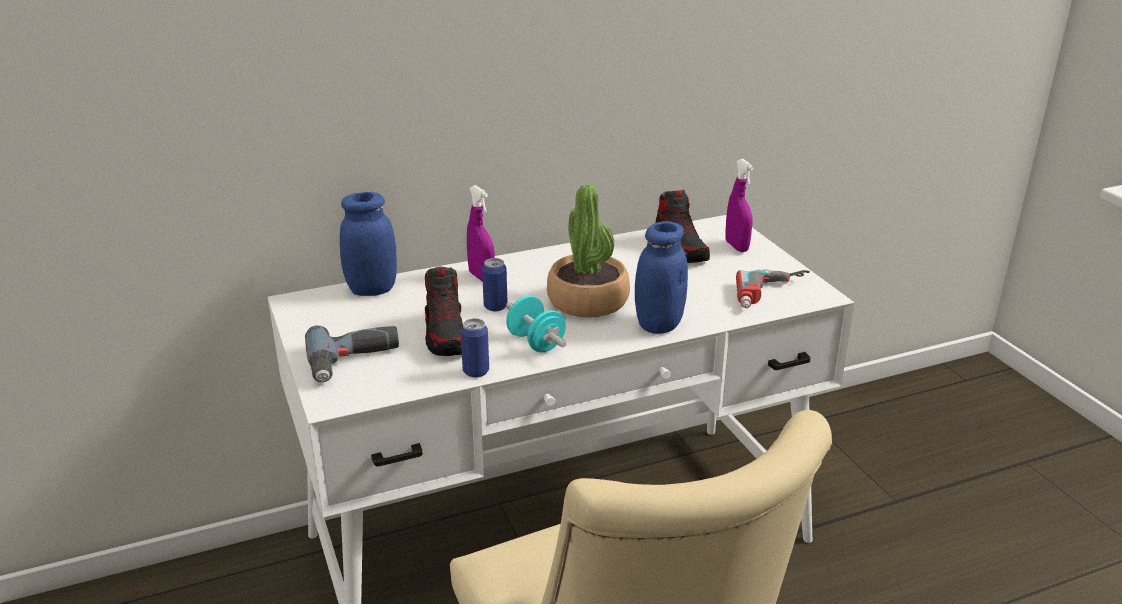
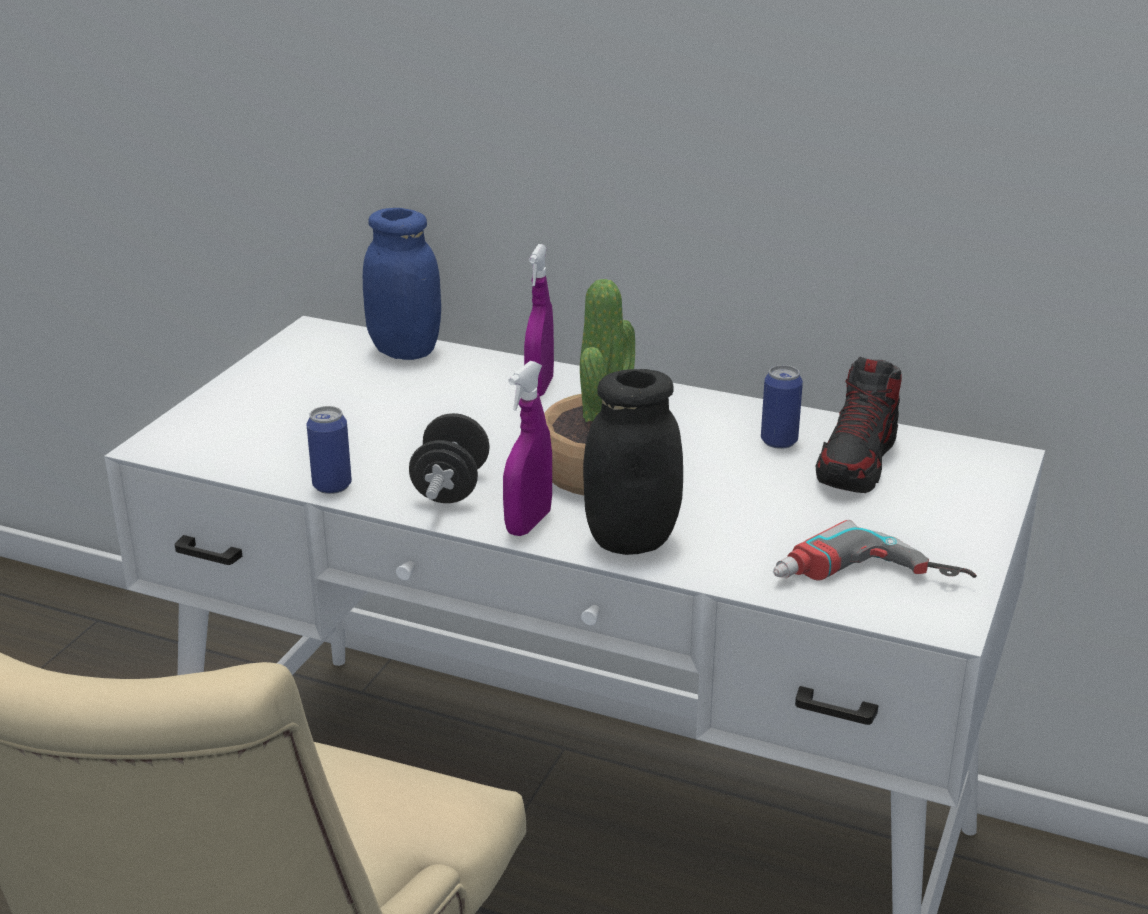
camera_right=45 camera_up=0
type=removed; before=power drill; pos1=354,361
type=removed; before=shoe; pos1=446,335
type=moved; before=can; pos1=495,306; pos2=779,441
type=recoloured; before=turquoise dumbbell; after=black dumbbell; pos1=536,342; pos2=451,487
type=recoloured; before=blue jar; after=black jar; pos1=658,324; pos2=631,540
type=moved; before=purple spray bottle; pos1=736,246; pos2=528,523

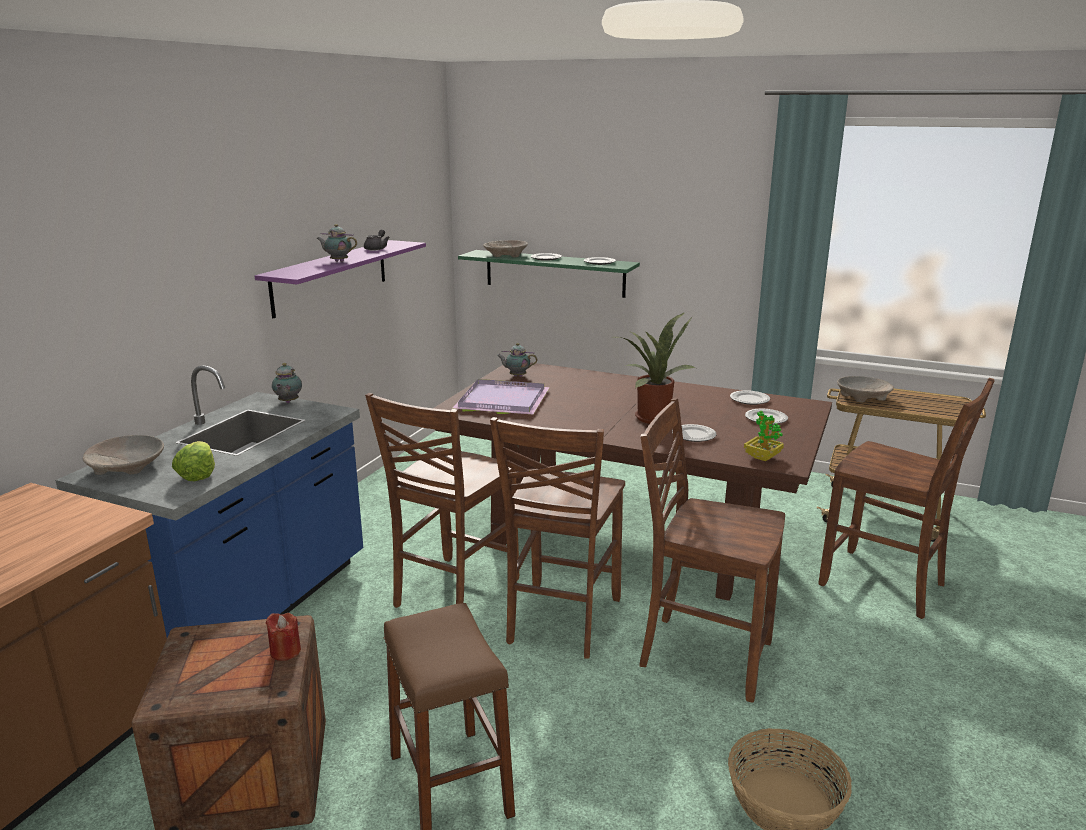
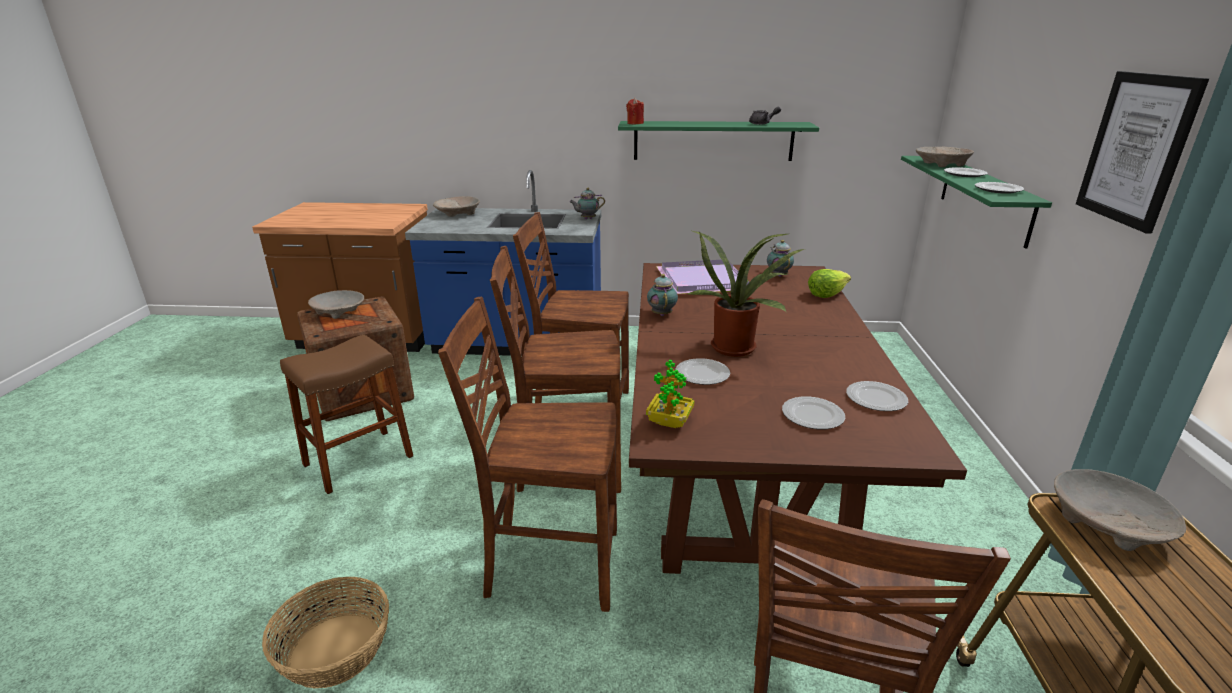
camera_right=70 camera_up=5
type=moved; before=lettuce; pos1=197,474; pos2=826,294
type=recoloured; before=purple shelf; after=green shelf; pos1=331,277; pos2=713,141
type=moved; before=red candle; pos1=285,651; pos2=635,123
type=moved; before=teapot; pos1=338,261; pos2=661,314
type=turned; before=brown chair; pos1=702,654; pos2=550,564; turn=-90
type=added; after=beige bowl; pos2=339,311
type=added; after=picture; pos2=1136,149

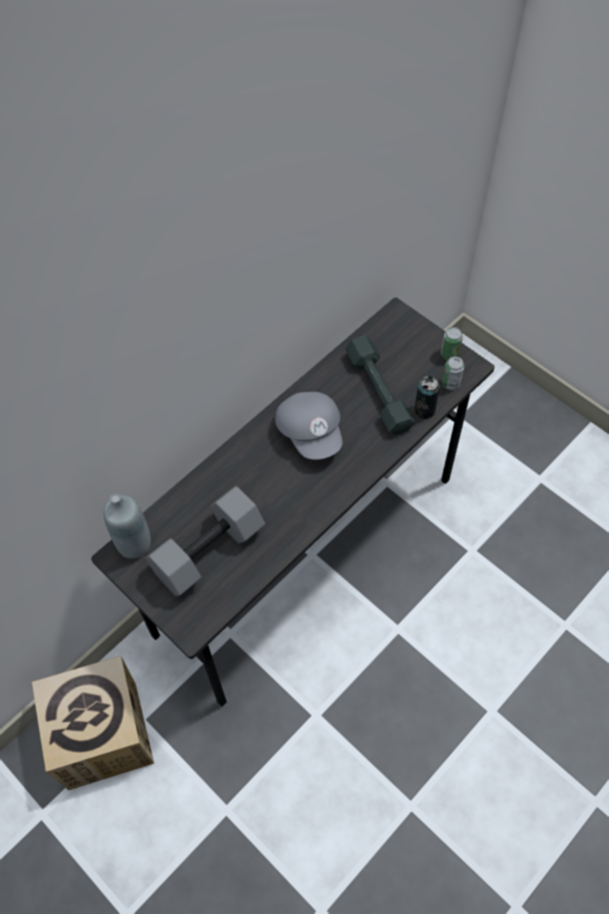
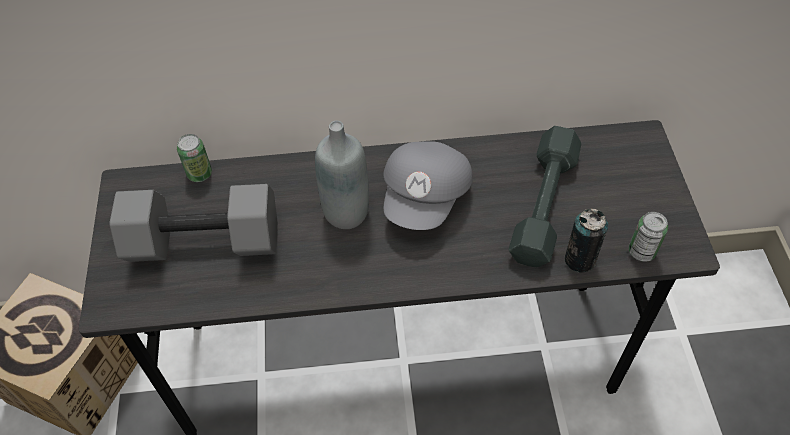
camera_right=40 camera_up=-5
type=moved; before=grey bottle; pos1=134,544; pos2=346,212
type=moved; before=can; pos1=449,354; pos2=199,174

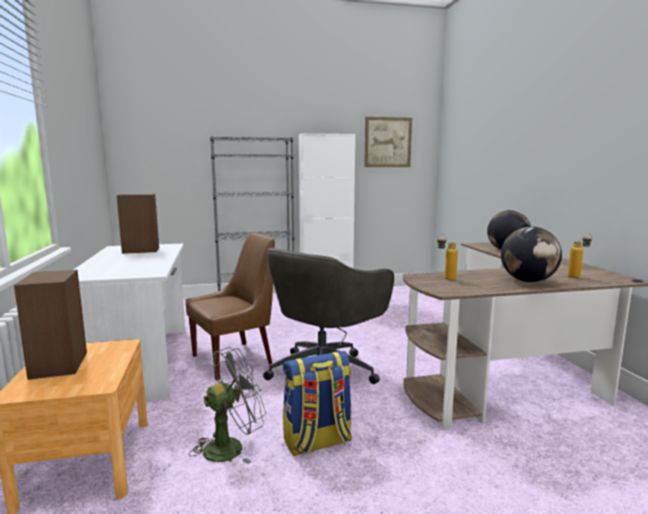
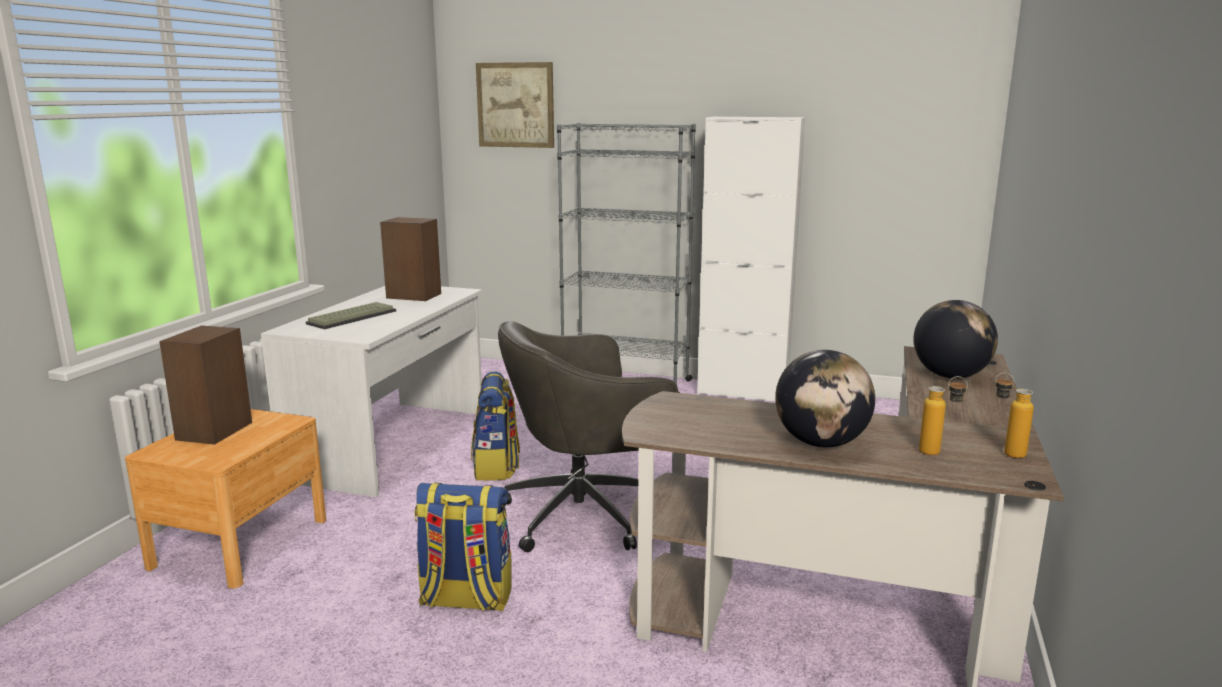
camera_right=30 camera_up=5
type=replaced; before=brown chair; after=backpack; pos1=235,359; pos2=496,467
type=removed; before=grey fan; pos1=231,446
type=moved; before=picture; pos1=387,142; pos2=515,105
type=moved; before=bottle; pos1=445,279; pos2=1005,452
type=added; after=keyboard; pos2=352,317

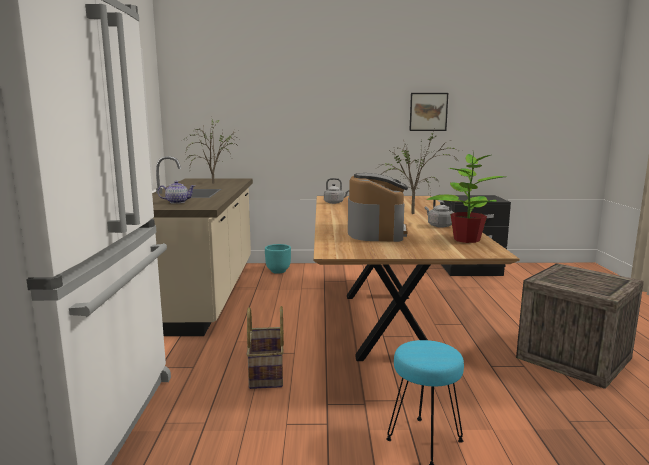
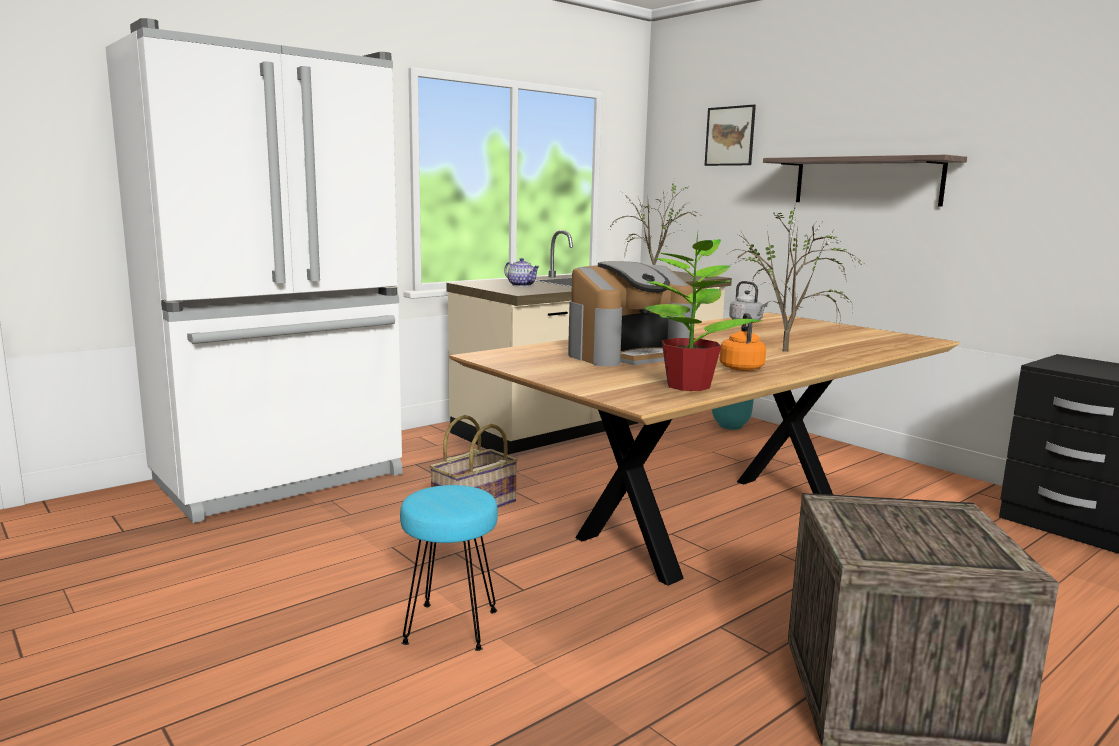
camera_right=50 camera_up=0
type=moved; before=picture; pos1=428,112; pos2=730,136
type=recoloured; before=grey kettle; after=orange kettle; pos1=439,226; pos2=741,368
type=added; after=shelf; pos2=866,181

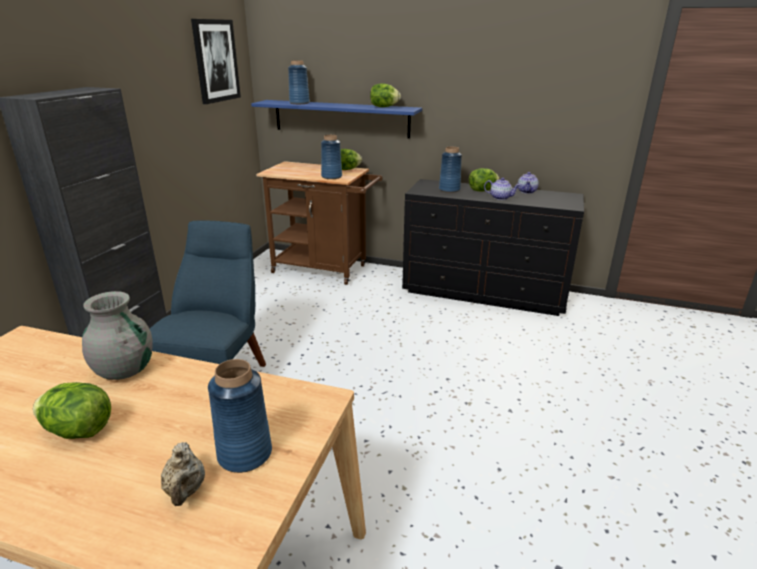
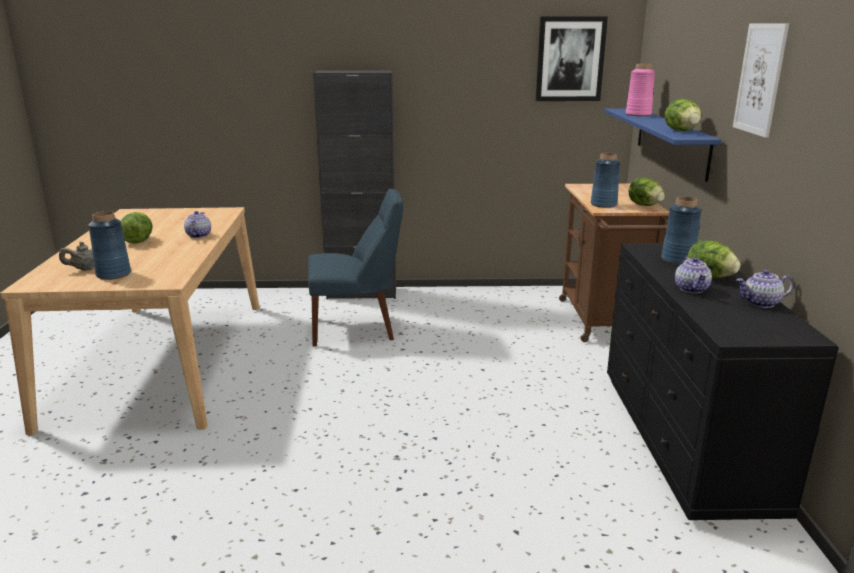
camera_right=70 camera_up=-5
type=replaced; before=grey vase; after=teapot; pos1=124,370; pos2=198,235
type=recoloured; before=blue vase; after=pink vase; pos1=299,103; pos2=638,114
type=added; after=picture; pos2=760,79

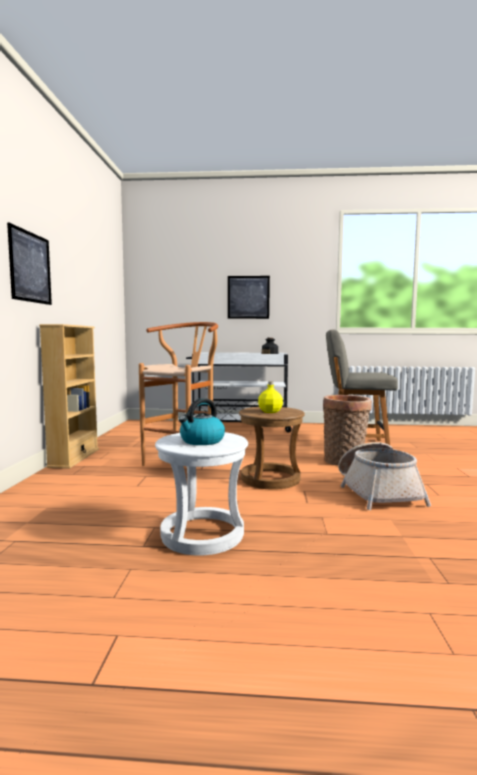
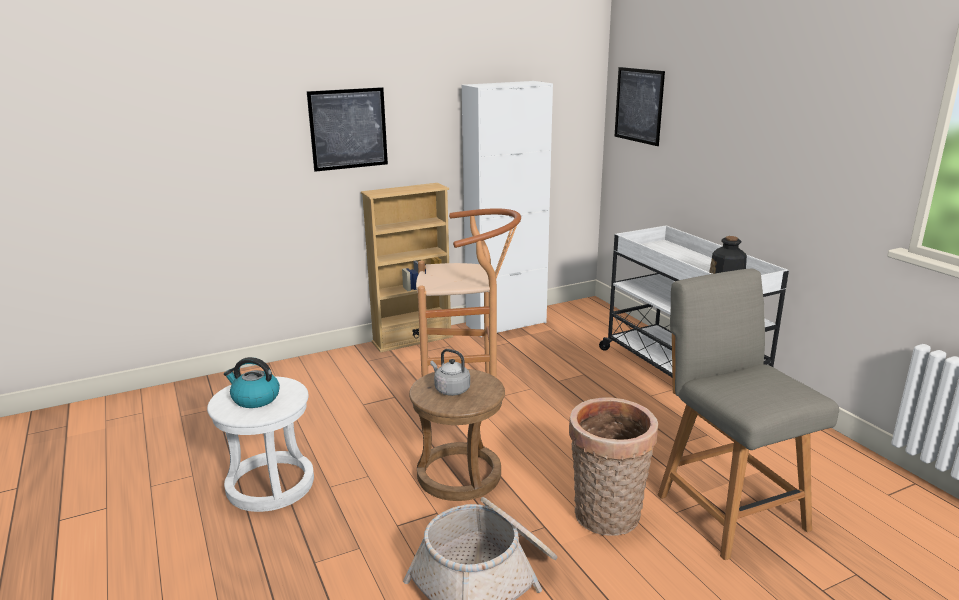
camera_right=60 camera_up=15
type=moved; before=picture; pos1=248,297; pos2=639,105
type=replaced; before=yellow bottle; after=grey kettle; pos1=270,412; pos2=450,389
type=added; after=white cabinet; pos2=506,324

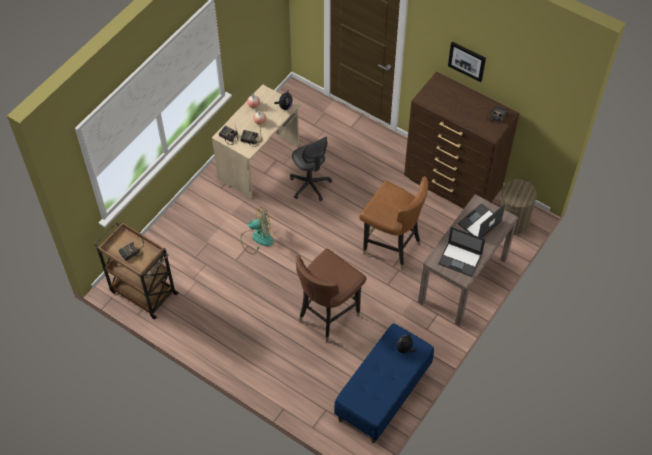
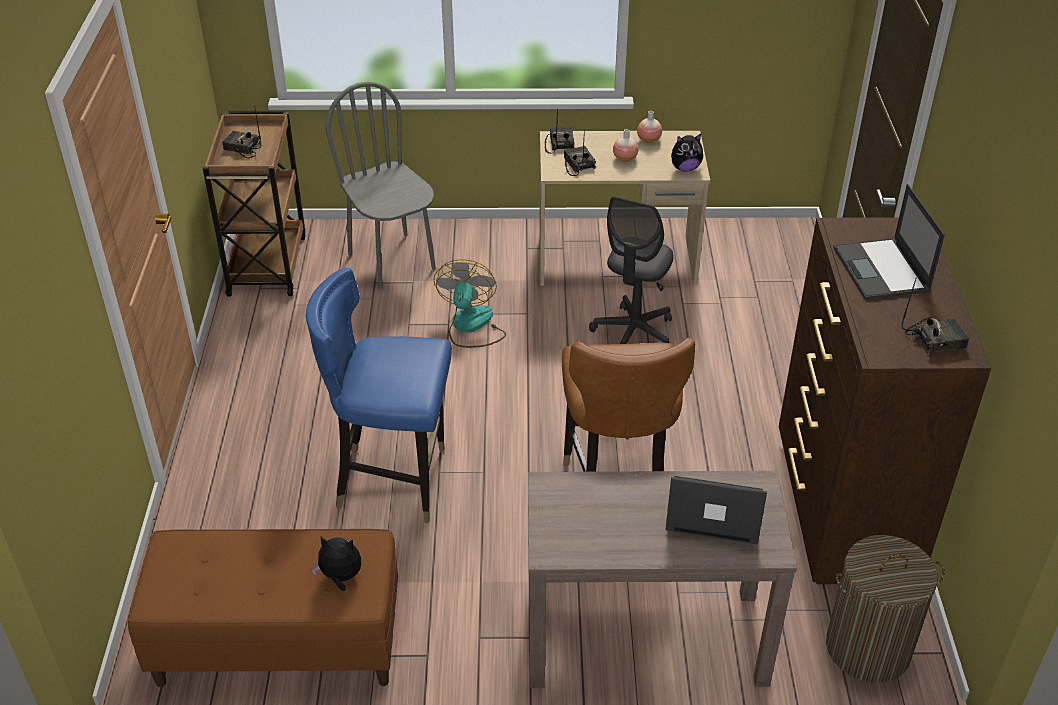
camera_right=55 camera_up=-15
type=turned; before=fan; pos1=257,238; pos2=471,326; turn=-135
type=recoloured; before=brown chair; after=blue chair; pos1=328,315; pos2=394,481
type=recoloured; before=blue bench; after=brown bench; pos1=383,395; pos2=277,645
type=moved; before=laptop; pos1=460,259; pos2=882,270
type=removed; before=picture; pos1=467,61
type=added; after=grey chair; pos2=392,261

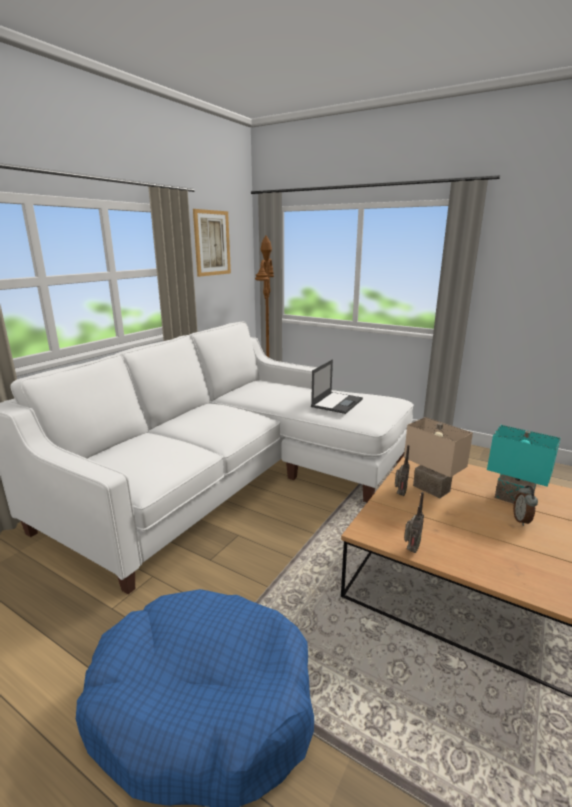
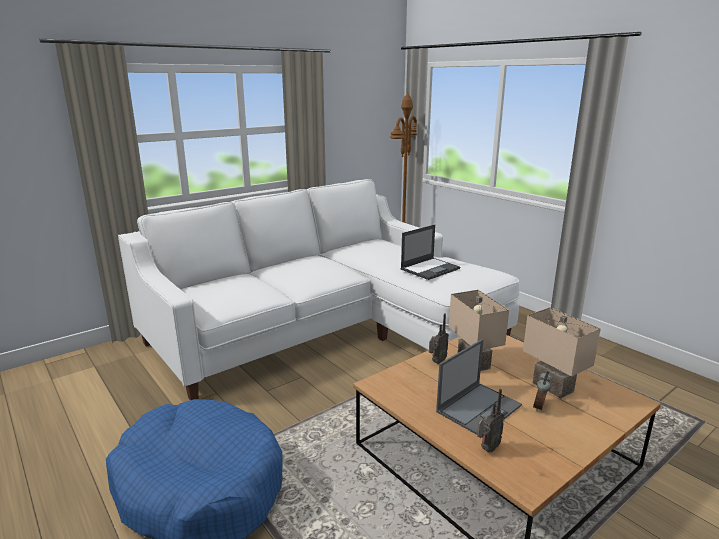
camera_right=20 camera_up=0
type=removed; before=picture; pos1=212,243
type=moved; before=radio; pos1=411,550; pos2=487,448
type=recoloured; before=turquoise table lamp; after=beige table lamp; pos1=512,499; pos2=551,387
type=added; after=laptop; pos2=479,408

